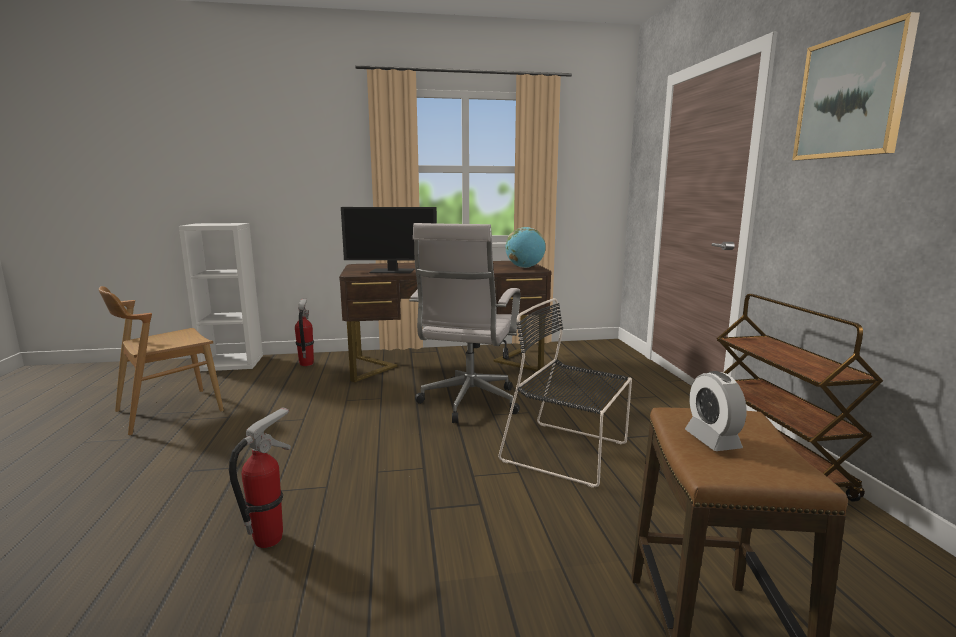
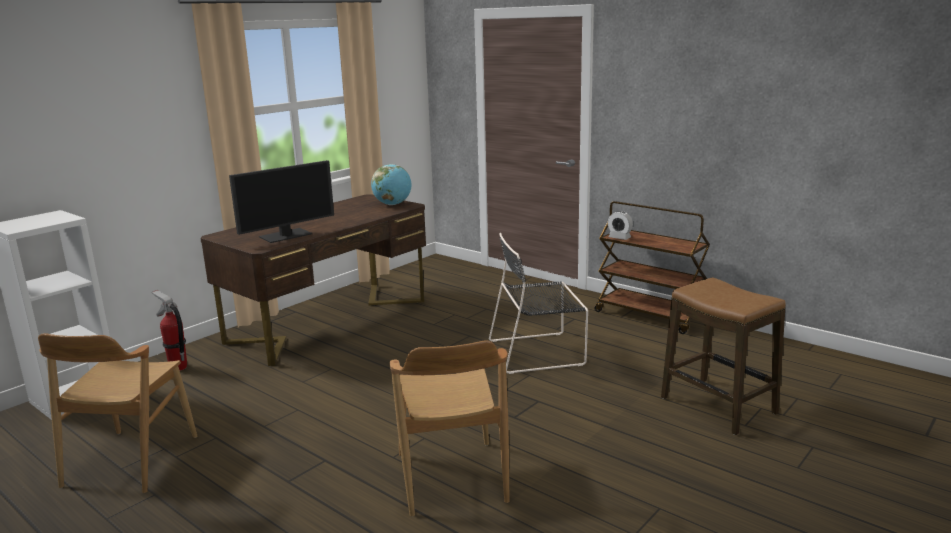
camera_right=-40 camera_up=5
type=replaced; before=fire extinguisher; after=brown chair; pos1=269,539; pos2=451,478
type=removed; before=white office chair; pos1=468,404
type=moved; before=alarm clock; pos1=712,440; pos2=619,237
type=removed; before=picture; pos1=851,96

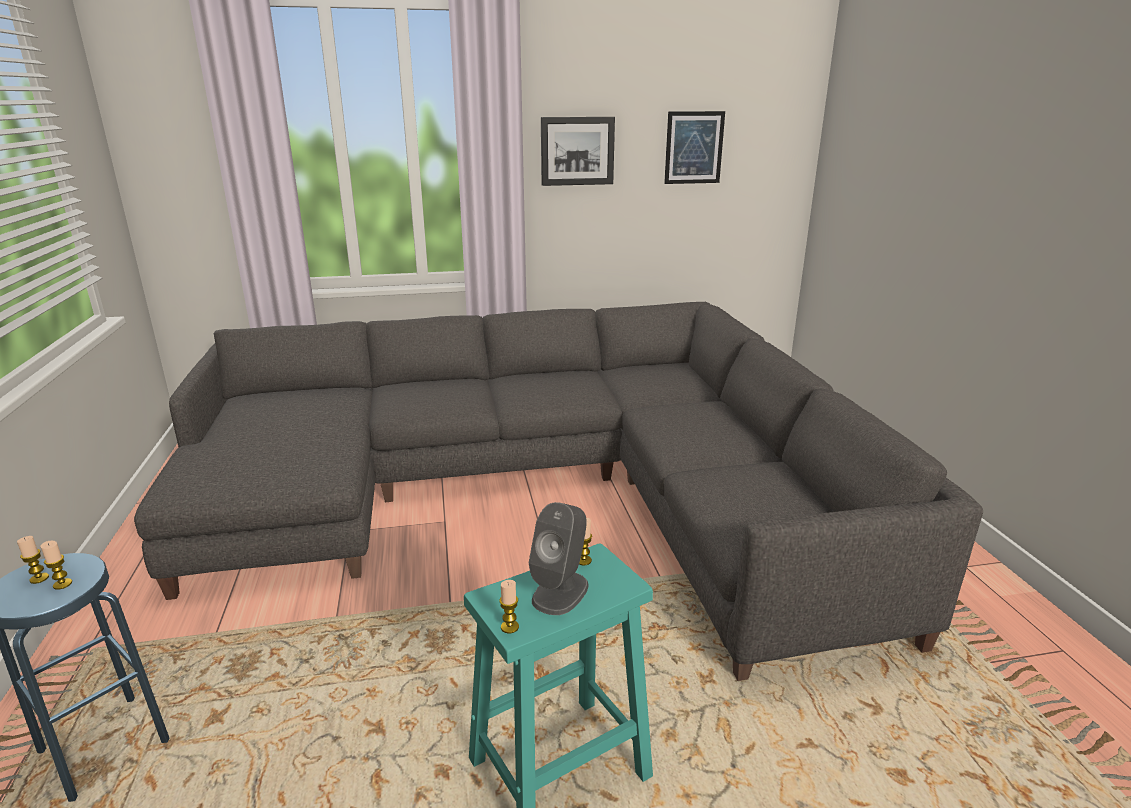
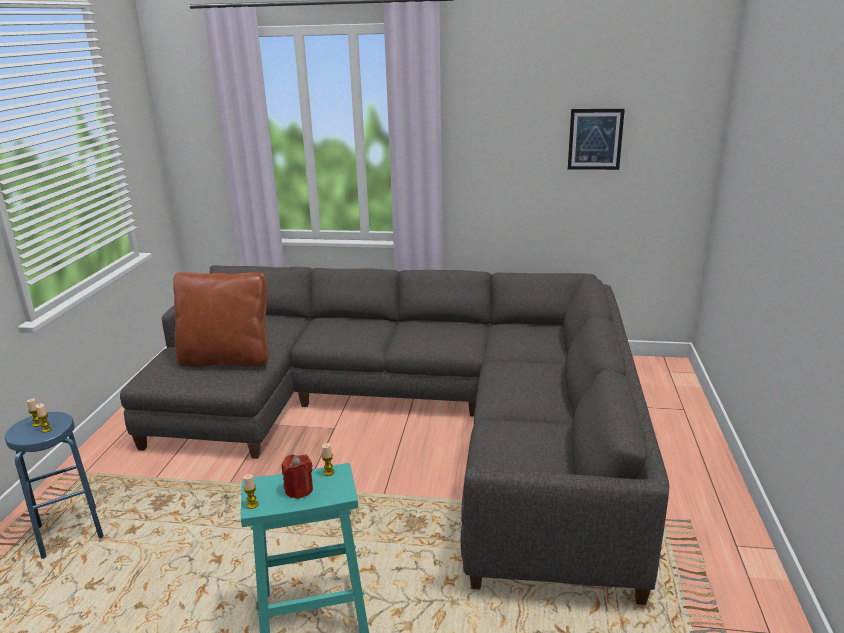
camera_right=20 camera_up=0
type=replaced; before=grey speaker; after=red candle; pos1=560,592; pos2=299,490
type=removed; before=picture; pos1=577,151
type=added; after=brown pillow; pos2=227,359

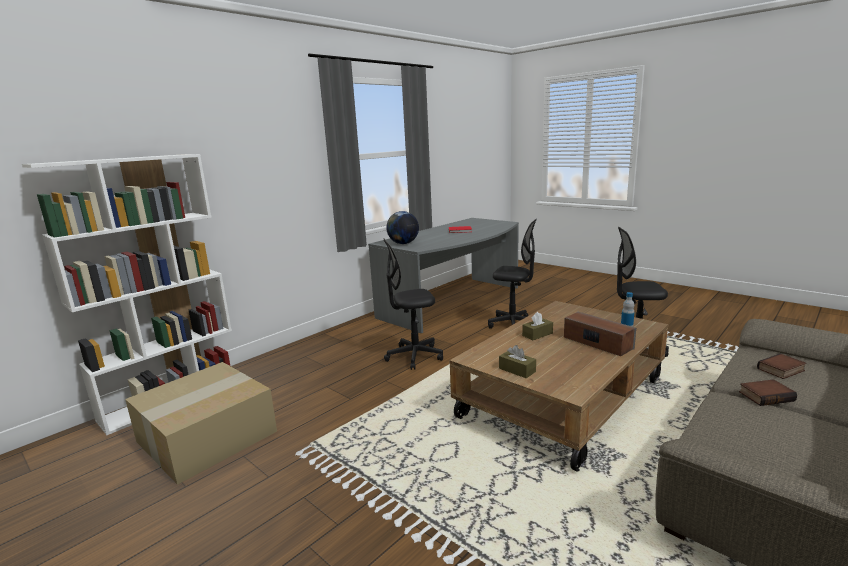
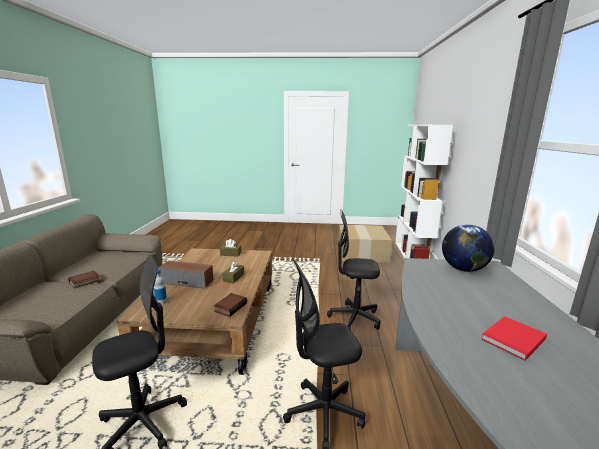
camera_right=140 camera_up=0
type=turned; before=black office chair; pos1=414,356; pos2=354,318; turn=-120
type=moved; before=book; pos1=781,370; pos2=230,307

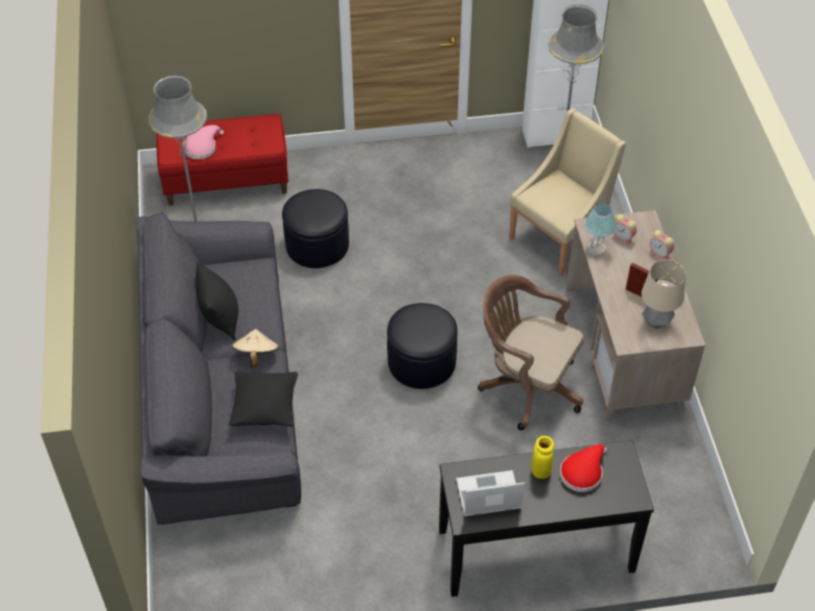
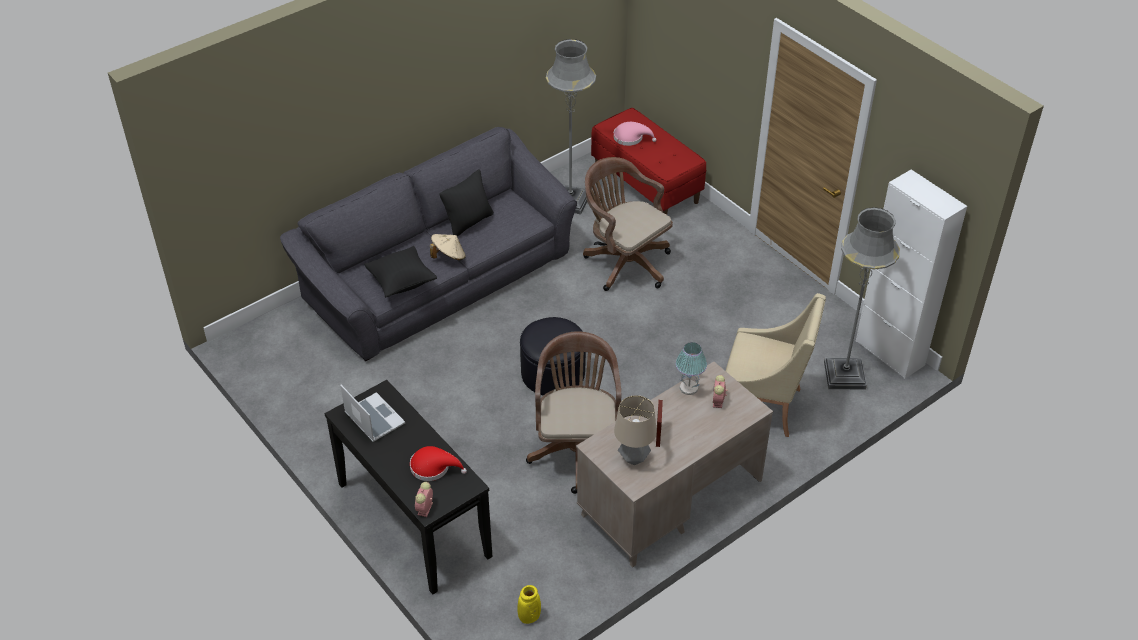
camera_right=60 camera_up=-5
type=replaced; before=black ottoman; after=brown office chair; pos1=317,245; pos2=624,262
type=moved; before=yellow vase; pos1=541,470; pos2=529,616
type=moved; before=alarm clock; pos1=660,254; pos2=425,509

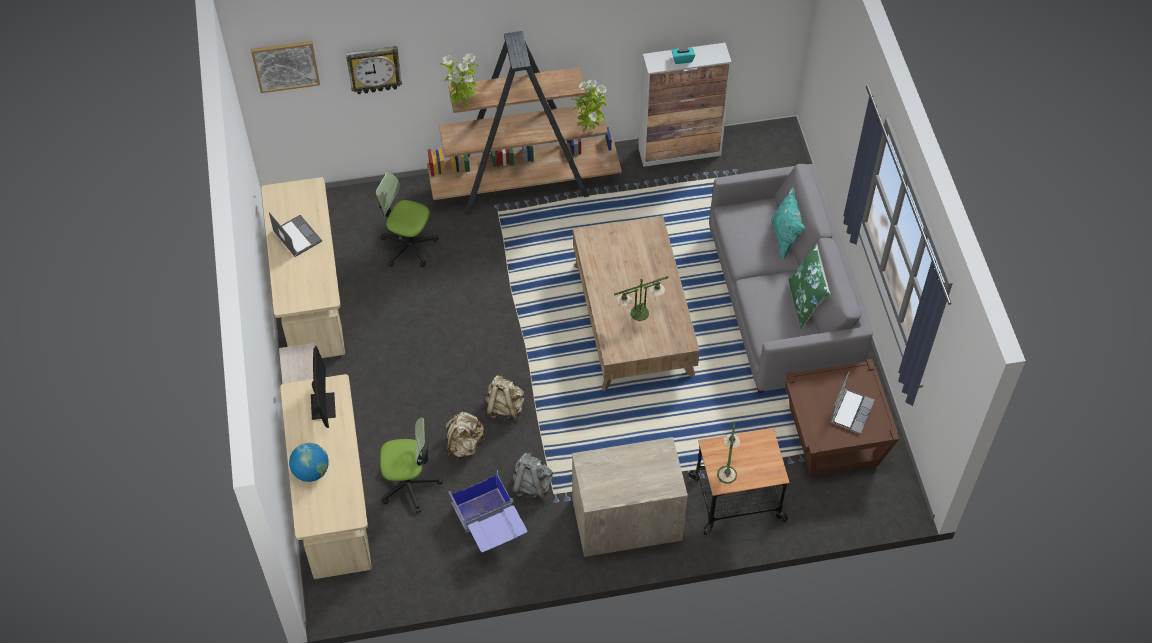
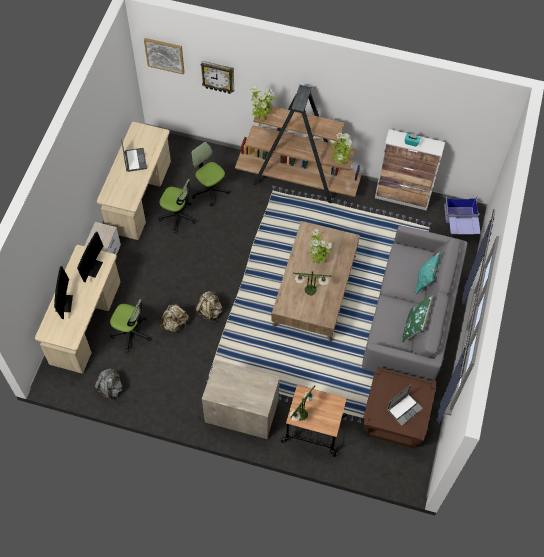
camera_right=25 camera_up=5
type=replaced; before=globe; after=monitor; pos1=311,471; pos2=64,303
type=moved; before=blue storage box; pos1=490,526; pos2=460,225
type=moved; before=grey backpack; pos1=532,485; pos2=111,388
type=added; after=office chair; pos2=178,216
type=added; after=potted plant; pos2=317,260

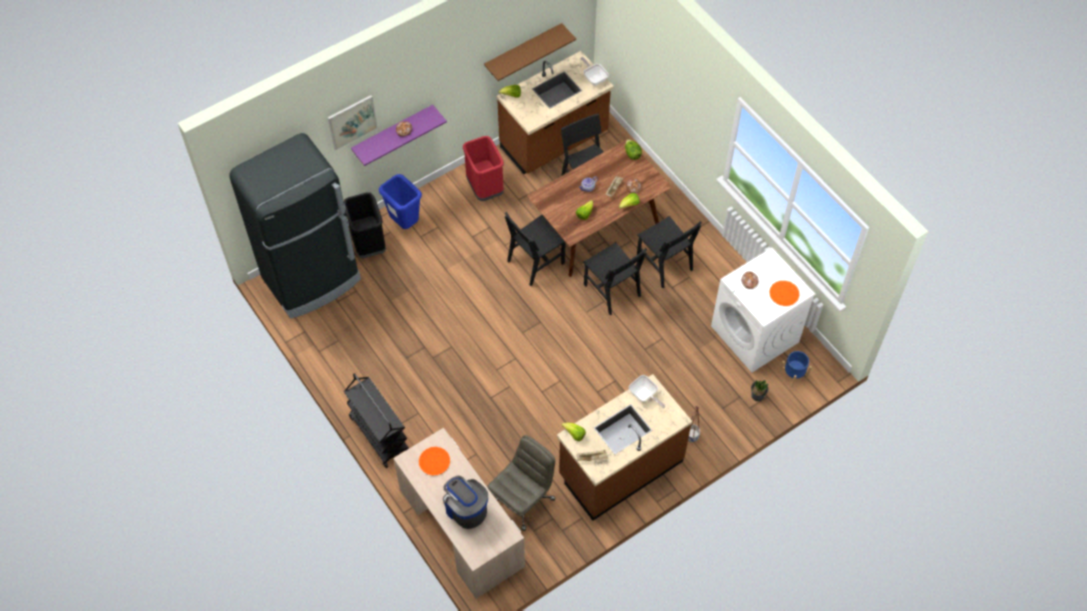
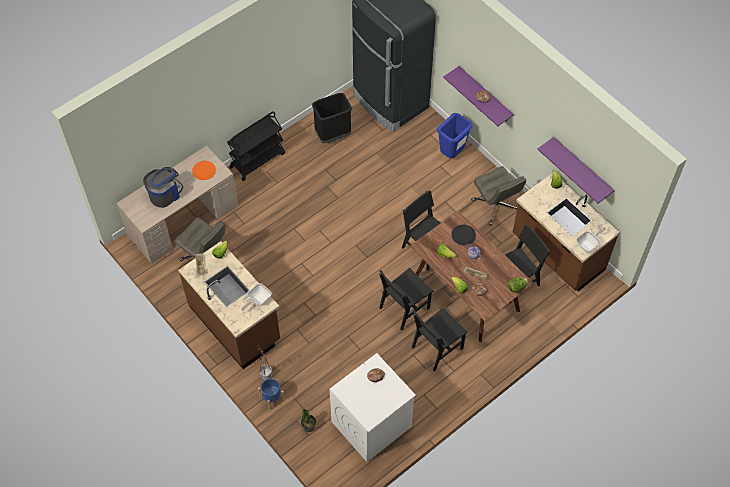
camera_right=85 camera_up=0
type=removed; before=picture; pos1=352,121
type=moved; before=black trash can; pos1=368,245; pos2=333,135
type=replaced; before=red trash can; after=grey office chair; pos1=485,189; pos2=496,206
type=recoloured; before=brown shelf; after=purple shelf; pos1=523,50; pos2=582,168
type=removed; before=orange plate; pos1=784,294
type=moved; before=blue planter; pos1=793,375; pos2=272,398
type=added; after=black plate; pos2=463,235

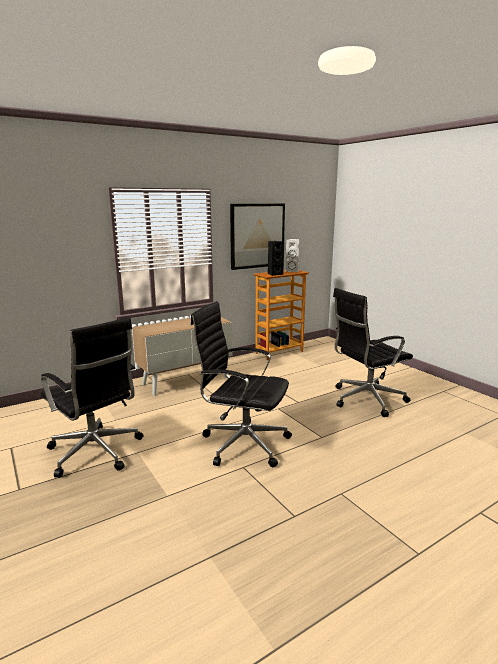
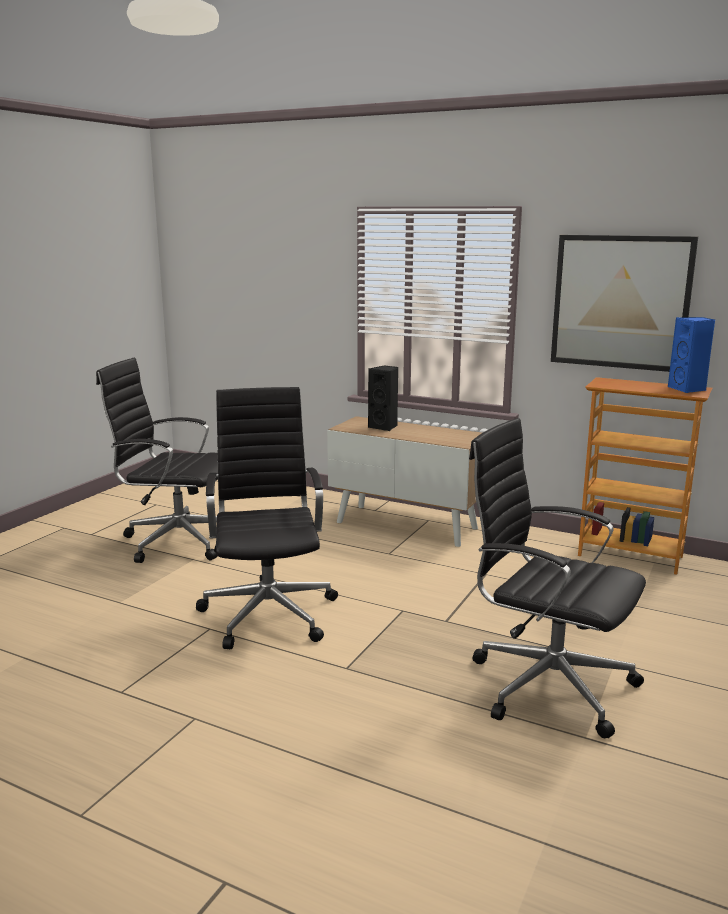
camera_right=60 camera_up=0
type=turned; before=black office chair; pos1=96,452; pos2=176,540; turn=90
type=moved; before=black speaker; pos1=274,274; pos2=384,427
type=recoloured; before=white speaker; after=blue speaker; pos1=292,271; pos2=688,389

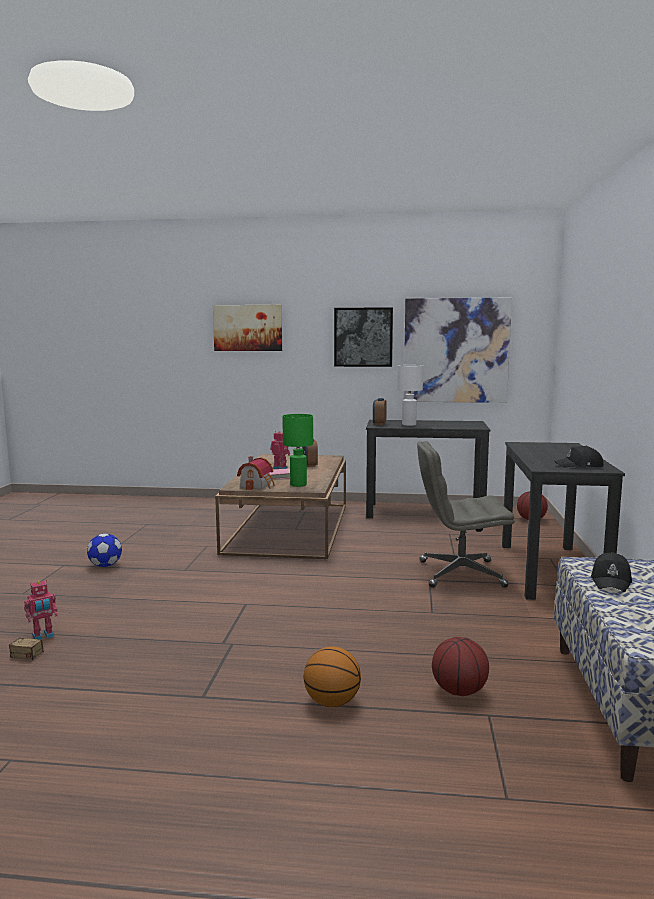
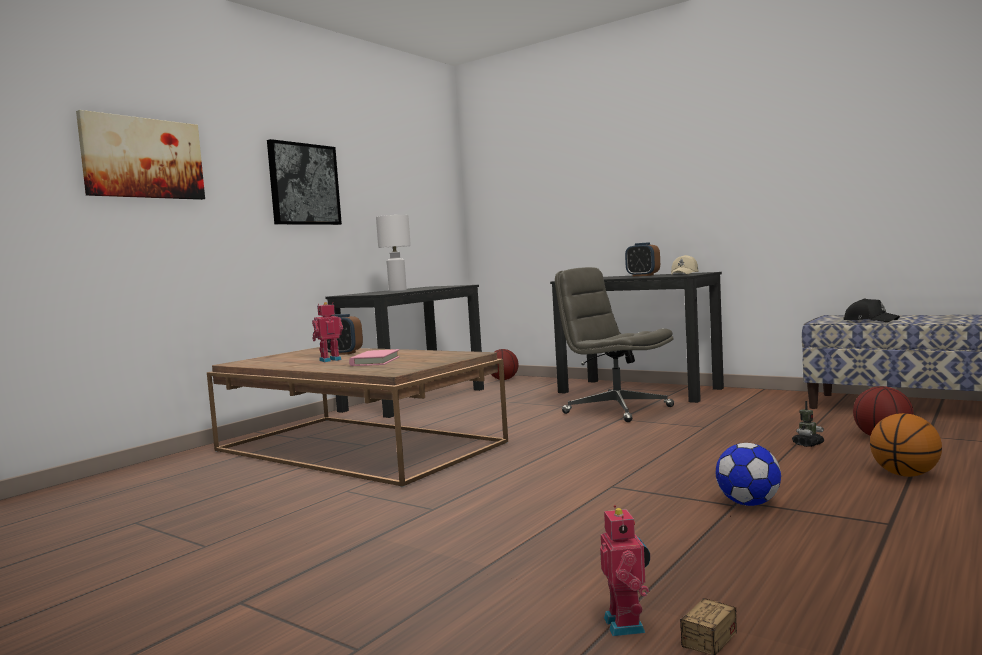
camera_right=-60 camera_up=-5
type=moved; before=football; pos1=105,565; pos2=748,503
type=removed; before=toy house; pos1=257,486
type=removed; before=green table lamp; pos1=298,485
type=moved; before=alarm clock; pos1=379,424; pos2=643,275
type=removed; before=picture; pos1=456,350
type=turned; before=grey office chair; pos1=460,574; pos2=616,410; turn=105
type=recoloured; before=black cap; after=beige cap; pos1=579,466; pos2=685,274
type=added; after=toy robot; pos2=808,444

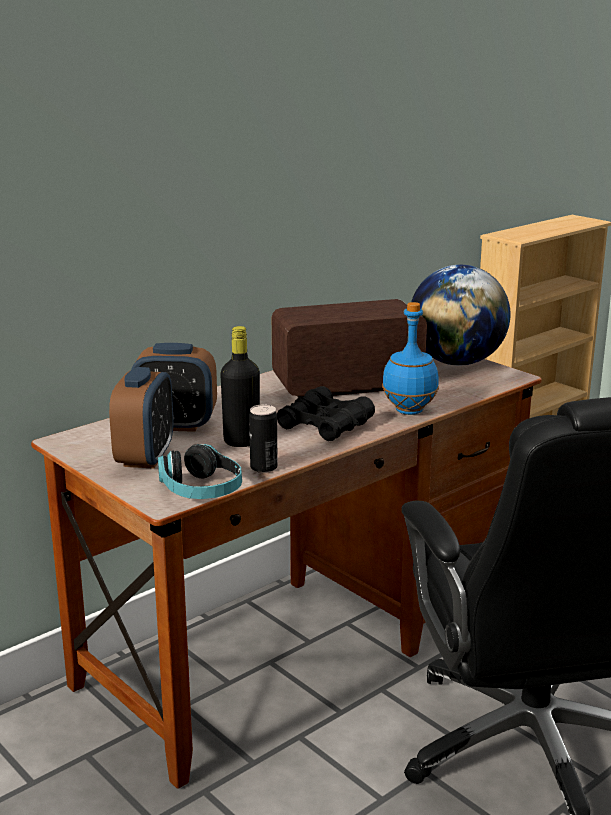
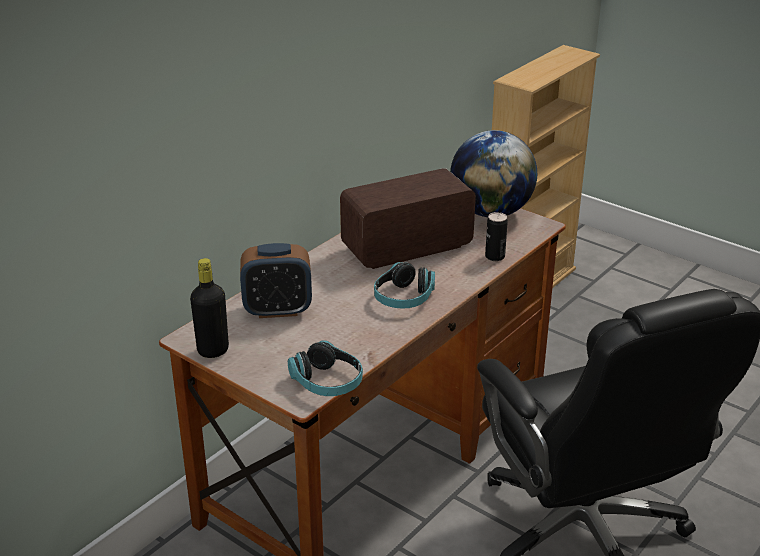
camera_right=-10 camera_up=10
type=removed; before=alarm clock; pos1=145,457
type=moved; before=black bottle; pos1=241,441; pos2=213,350
type=moved; before=can; pos1=263,467; pos2=495,256
type=replaced; before=black binoculars; after=headphones; pos1=325,425; pos2=404,298
type=removed; before=blue bottle; pos1=408,411

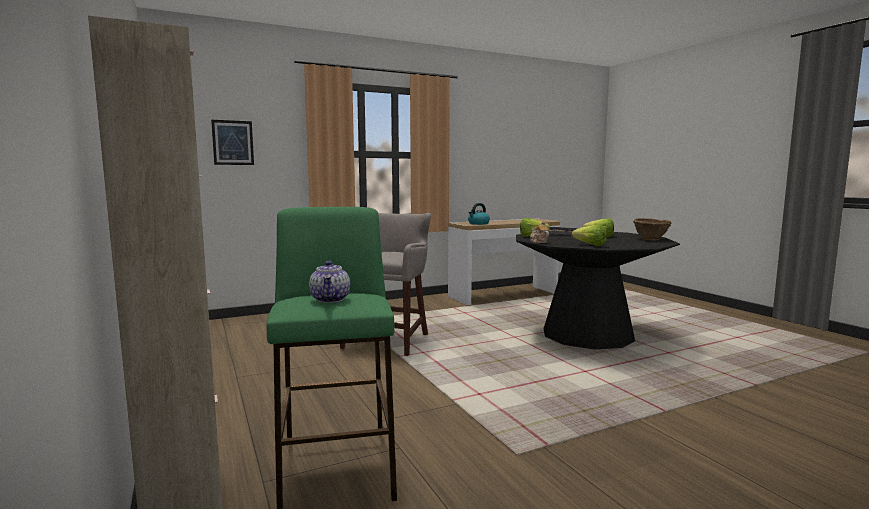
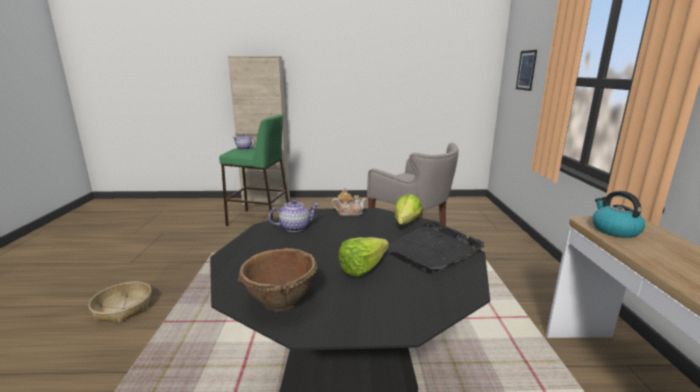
camera_right=115 camera_up=10
type=replaced; before=lettuce; after=teapot; pos1=587,245; pos2=295,227
type=added; after=basket; pos2=123,308

